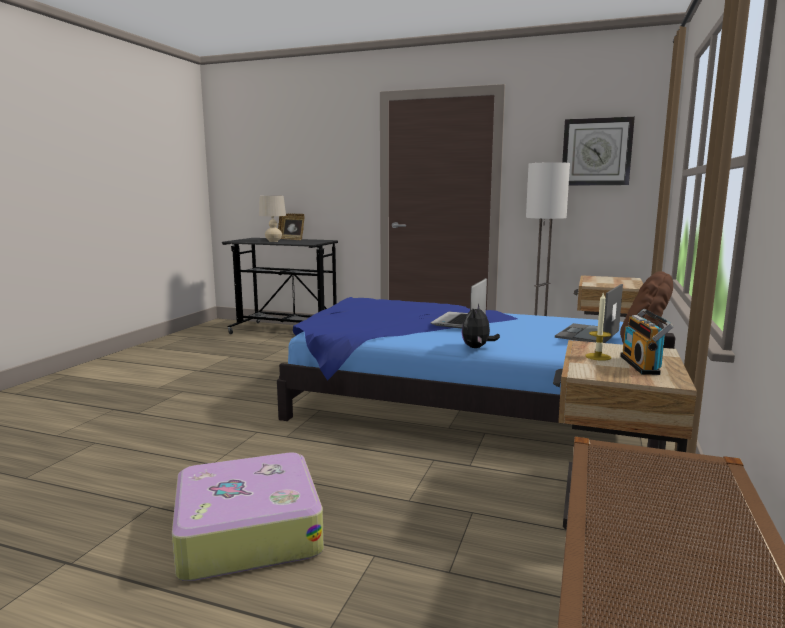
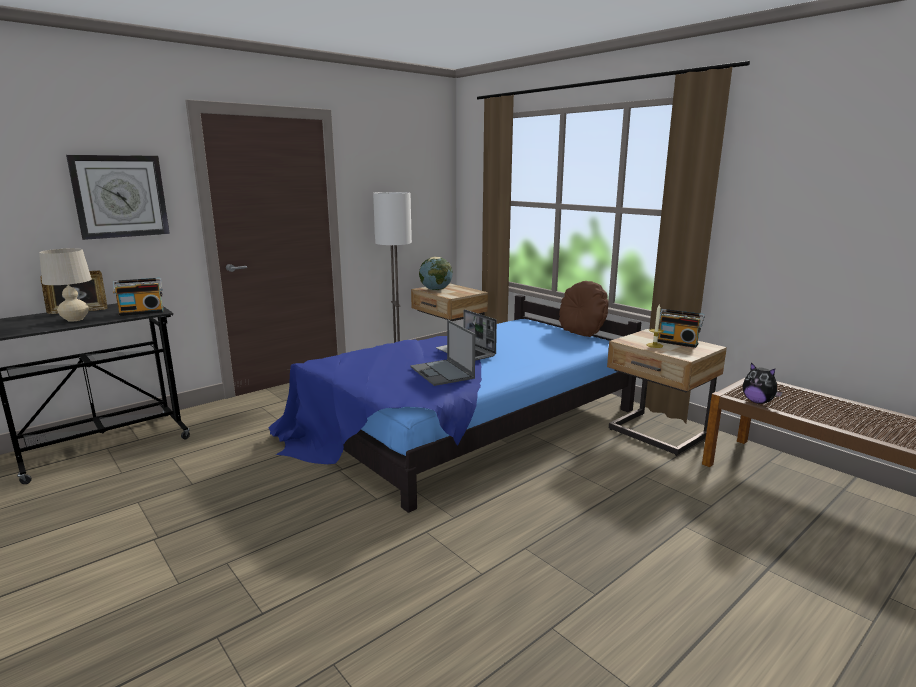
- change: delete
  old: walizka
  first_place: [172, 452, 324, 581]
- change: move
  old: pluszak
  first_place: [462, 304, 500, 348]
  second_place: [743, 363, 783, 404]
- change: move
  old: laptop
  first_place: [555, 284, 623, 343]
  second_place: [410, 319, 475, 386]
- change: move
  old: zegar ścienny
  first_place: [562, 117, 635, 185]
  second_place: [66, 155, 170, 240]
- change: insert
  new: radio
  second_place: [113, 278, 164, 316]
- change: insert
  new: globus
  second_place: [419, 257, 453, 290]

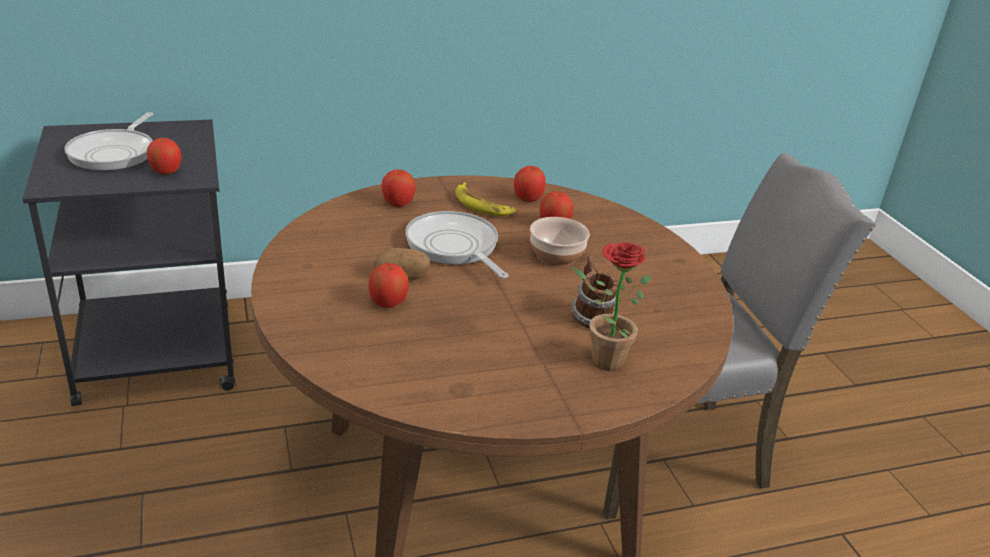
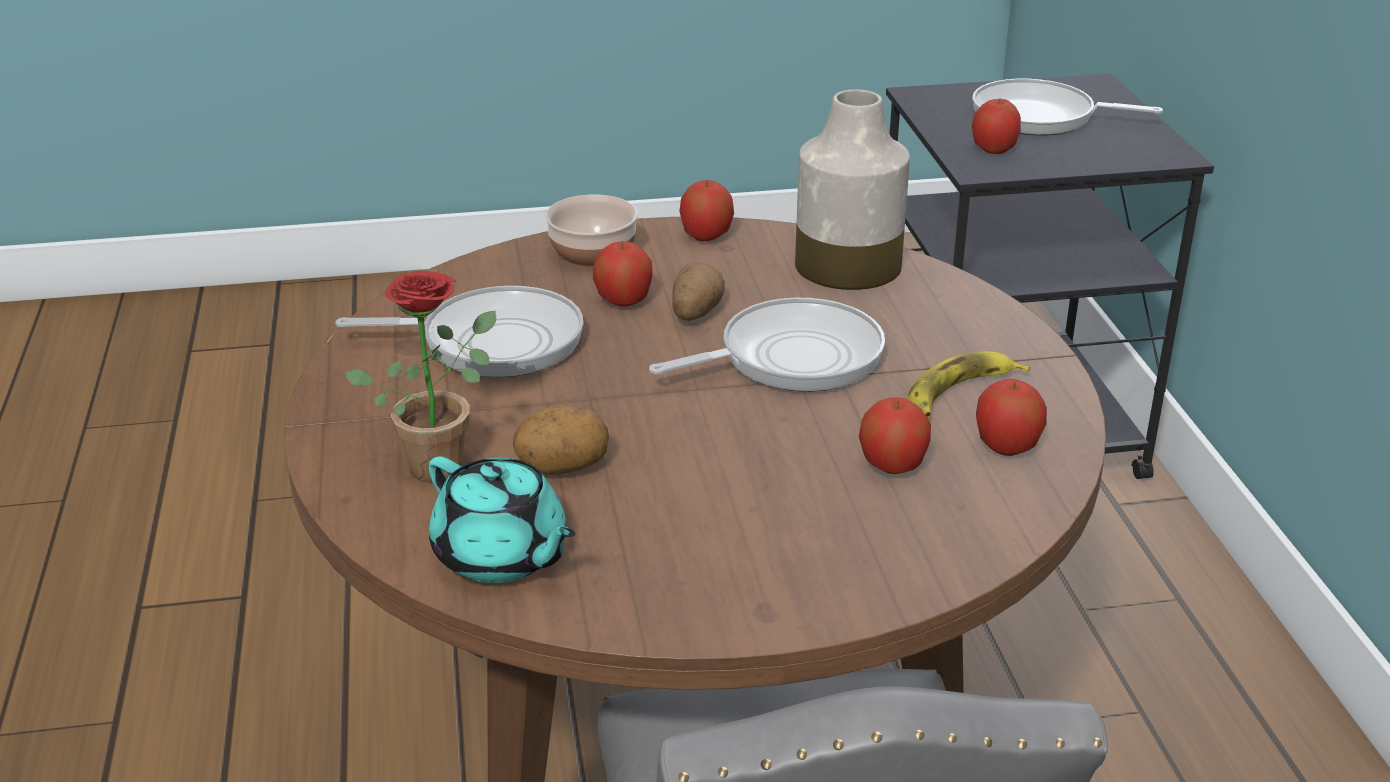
- change: move
  old: jabłko
  first_place: [381, 170, 416, 207]
  second_place: [679, 180, 734, 241]
- change: move
  old: miska
  first_place: [530, 217, 590, 267]
  second_place: [545, 195, 638, 269]
- change: replace
  old: kubek
  new: ziemniak
  first_place: [572, 256, 618, 328]
  second_place: [513, 405, 609, 475]
- change: insert
  new: patelnia
  second_place: [335, 286, 584, 378]
- change: insert
  new: imbryk [turkusowy]
  second_place: [429, 456, 576, 583]
- change: insert
  new: wazon [beżowy]
  second_place: [795, 89, 910, 290]

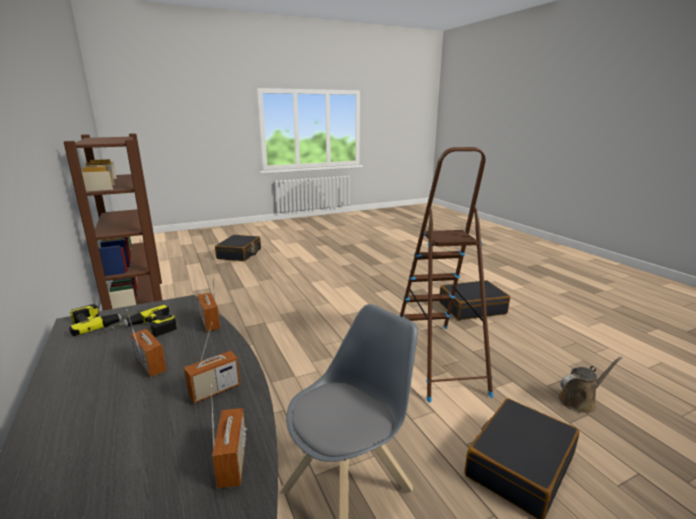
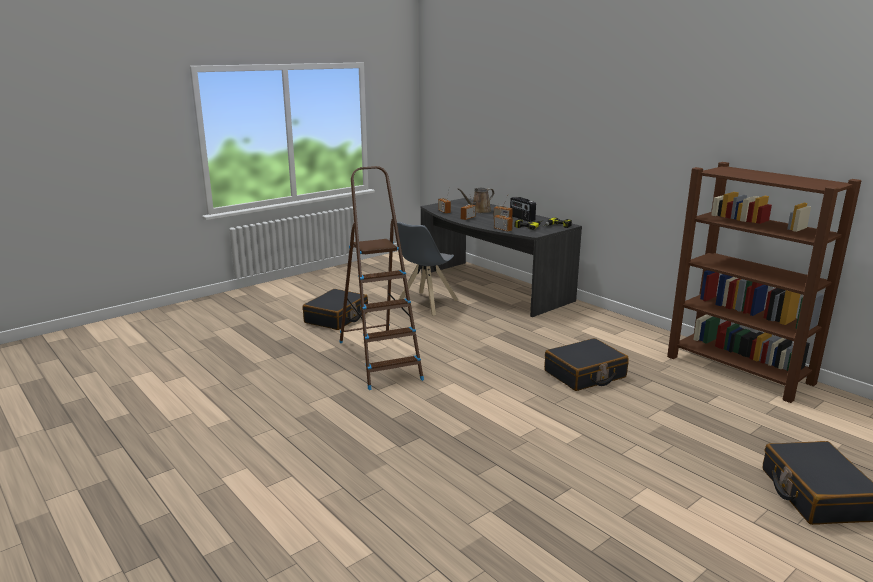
- change: move
  old: walizka [czarny]
  first_place: [439, 280, 510, 320]
  second_place: [544, 338, 628, 391]
- change: move
  old: konewka [brązowy]
  first_place: [558, 357, 622, 413]
  second_place: [458, 188, 494, 213]
- change: insert
  new: radio
  second_place: [510, 197, 536, 222]

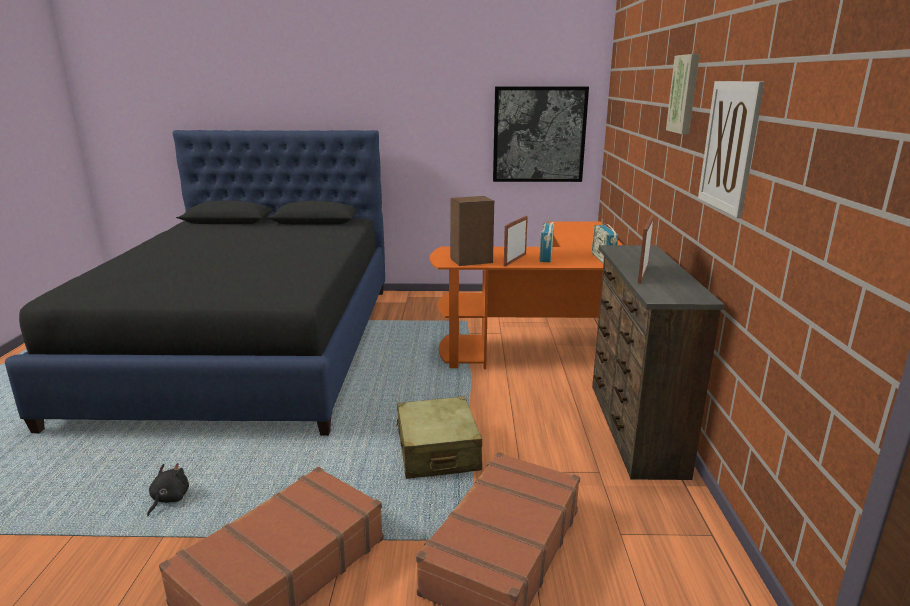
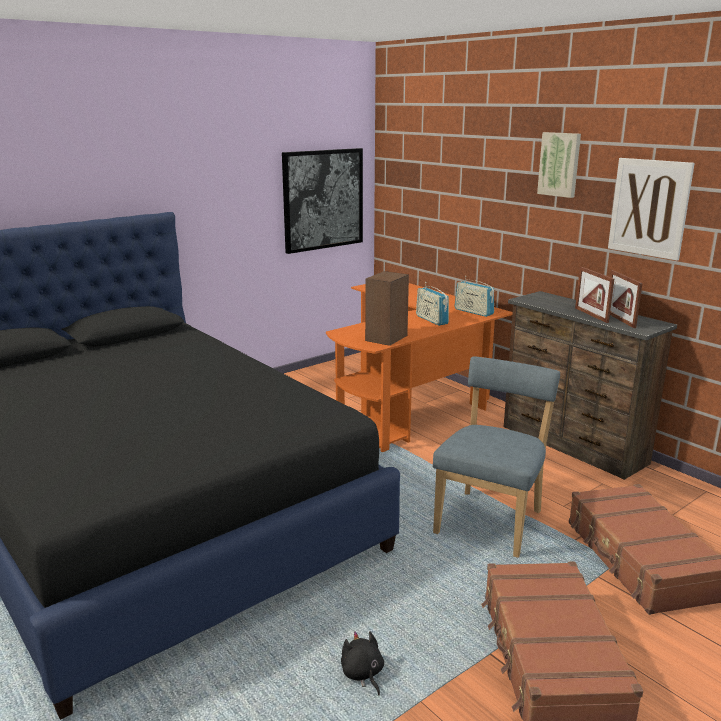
- change: replace
  old: walizka [beżowy]
  new: krzesło [niebieski]
  first_place: [396, 396, 482, 479]
  second_place: [433, 356, 560, 558]
- change: move
  old: ramka na zdjęcie
  first_place: [504, 216, 528, 267]
  second_place: [610, 270, 643, 328]

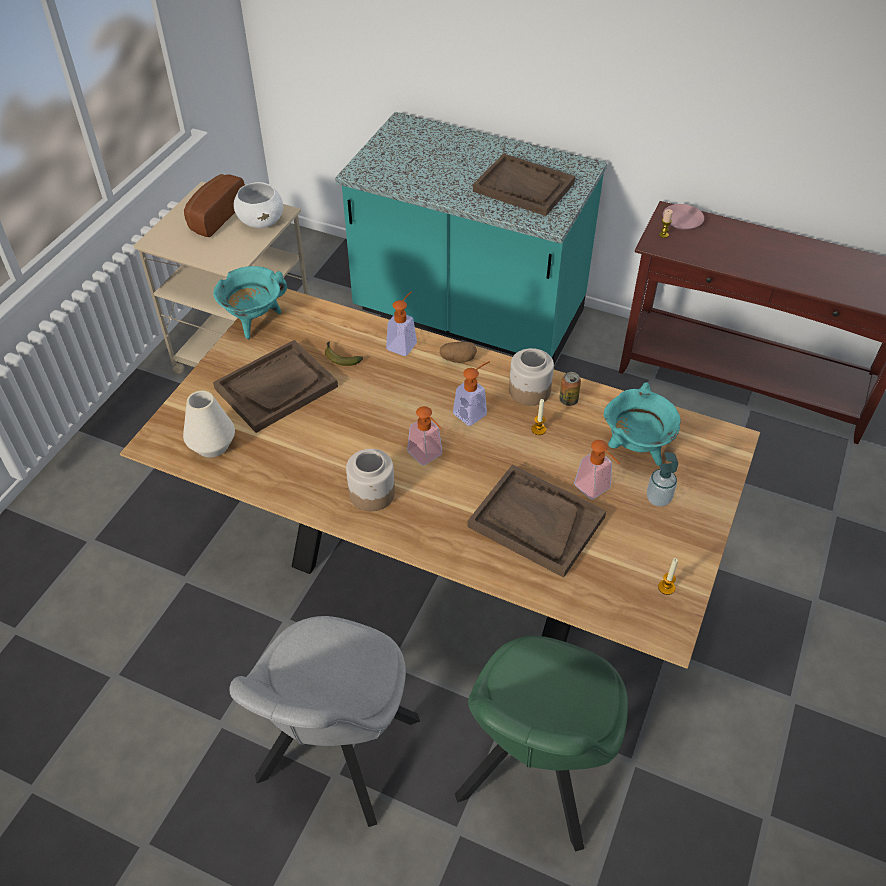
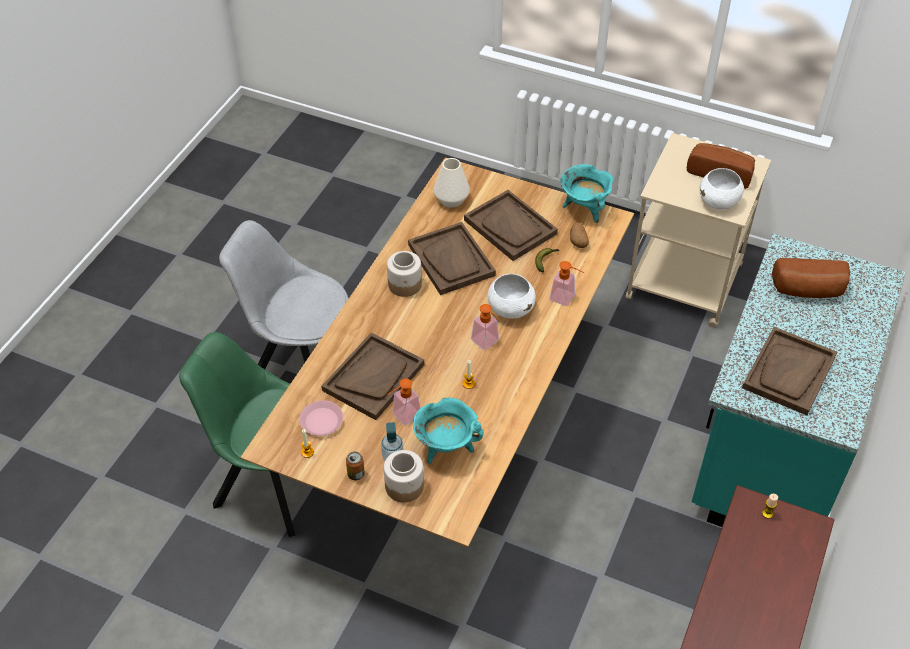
- change: delete
  old: dozownik mydła
  first_place: [407, 406, 443, 465]
- change: move
  old: ziemniak
  first_place: [439, 342, 477, 363]
  second_place: [570, 222, 589, 248]
- change: move
  old: słoik
  first_place: [509, 348, 554, 406]
  second_place: [384, 450, 424, 503]
- change: move
  old: puszka
  first_place: [559, 372, 581, 406]
  second_place: [346, 451, 365, 480]
- change: move
  old: talerz [różowy]
  first_place: [663, 204, 704, 230]
  second_place: [299, 400, 343, 436]
- change: insert
  new: taca [brązowy]
  second_place: [408, 222, 496, 295]
- change: insert
  new: miska [biały]
  second_place: [488, 274, 536, 319]
- change: insert
  new: chleb
  second_place: [772, 258, 850, 298]

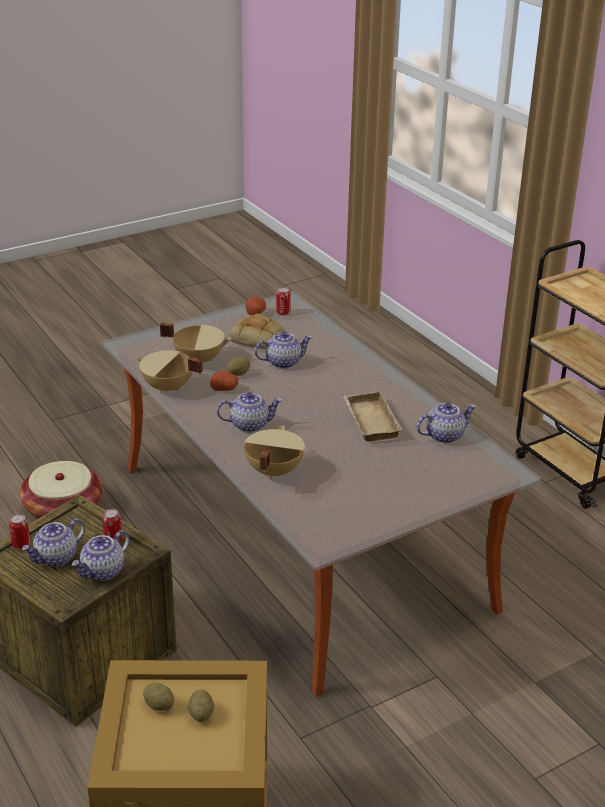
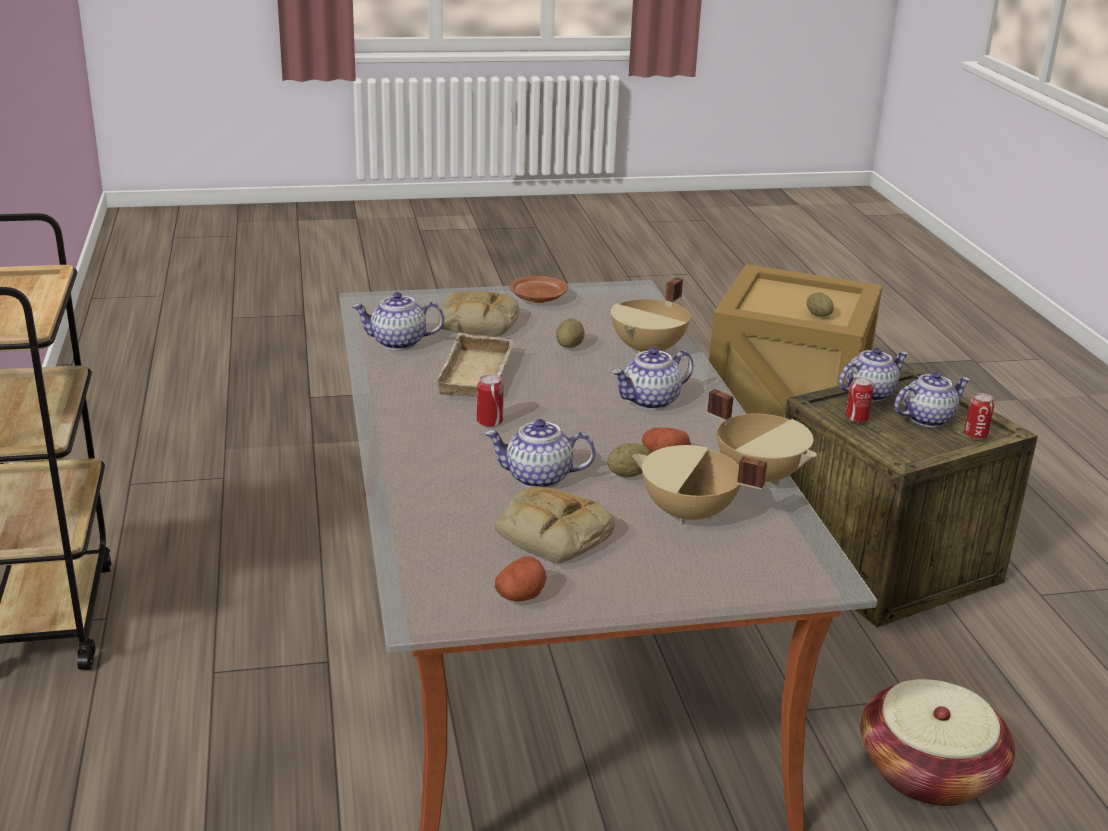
- change: move
  old: ziemniak
  first_place: [188, 689, 214, 722]
  second_place: [556, 319, 585, 348]
- change: rotate
  old: imbryk
  first_place: [217, 392, 282, 432]
  second_place: [612, 348, 693, 410]
  degrees: -45
- change: move
  old: puszka
  first_place: [276, 287, 291, 315]
  second_place: [477, 374, 504, 427]
- change: insert
  new: chleb
  second_place: [438, 291, 519, 336]
- change: insert
  new: talerz [brązowy]
  second_place: [509, 276, 568, 303]

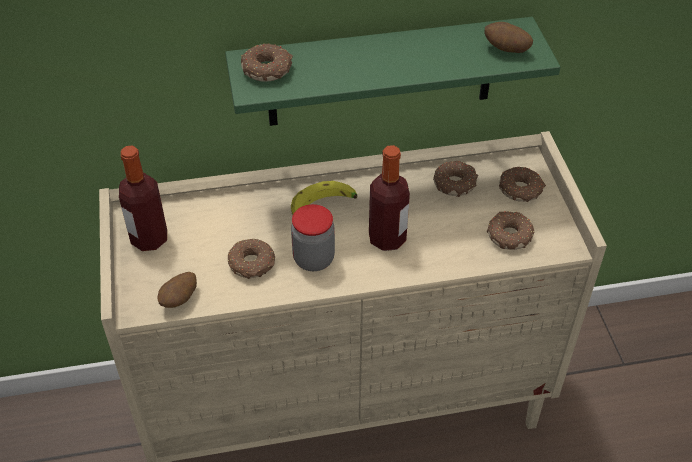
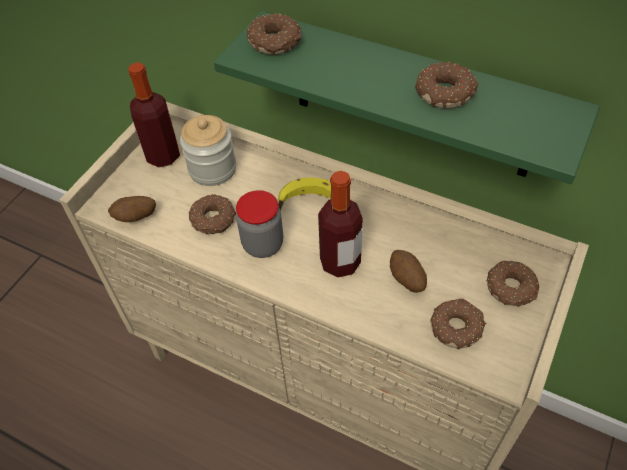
- change: move
  old: donut
  first_place: [433, 161, 478, 197]
  second_place: [415, 62, 478, 108]
- change: move
  old: ziemniak
  first_place: [484, 22, 533, 53]
  second_place: [390, 250, 427, 293]
- change: insert
  new: słoik
  second_place: [180, 115, 236, 186]

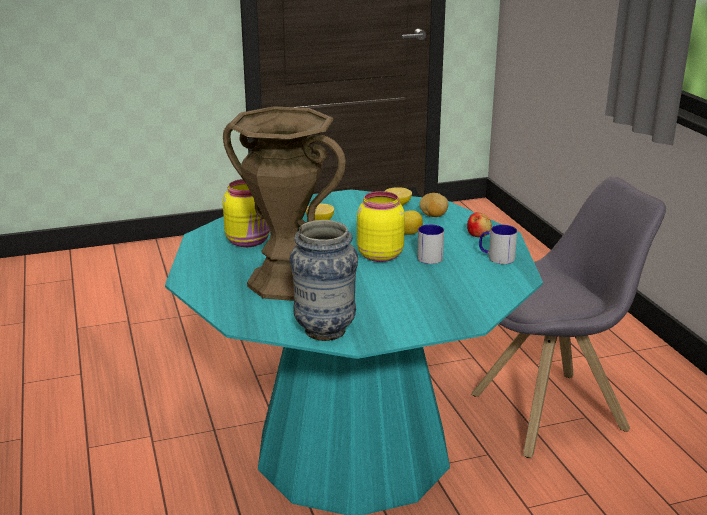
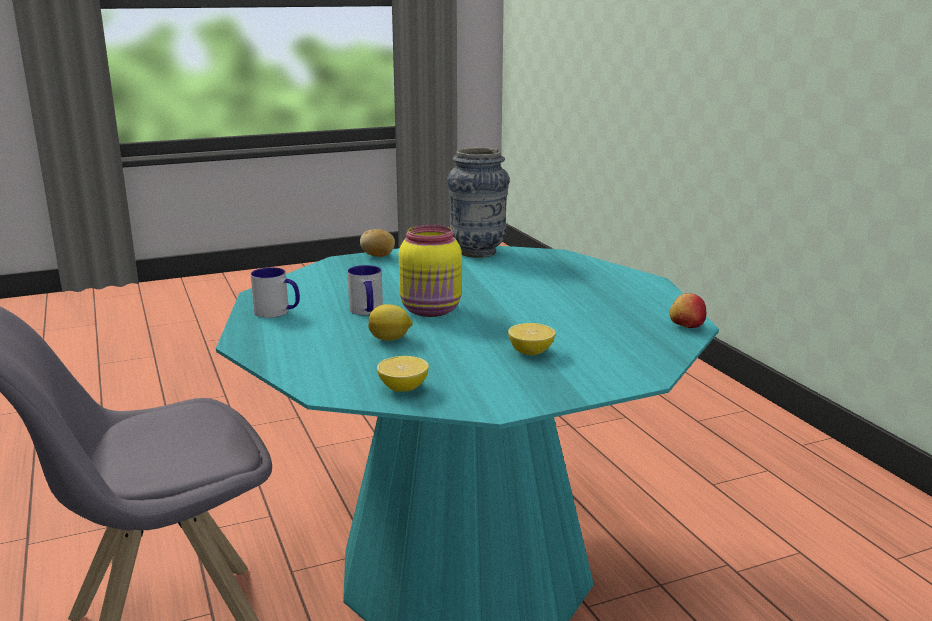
- change: delete
  old: wazon [brązowy]
  first_place: [223, 106, 346, 301]
- change: delete
  old: słoik [żółty]
  first_place: [223, 179, 270, 247]
- change: move
  old: ziemniak
  first_place: [419, 193, 449, 217]
  second_place: [360, 229, 395, 257]
- change: move
  old: jabłko
  first_place: [467, 212, 492, 237]
  second_place: [669, 293, 706, 328]

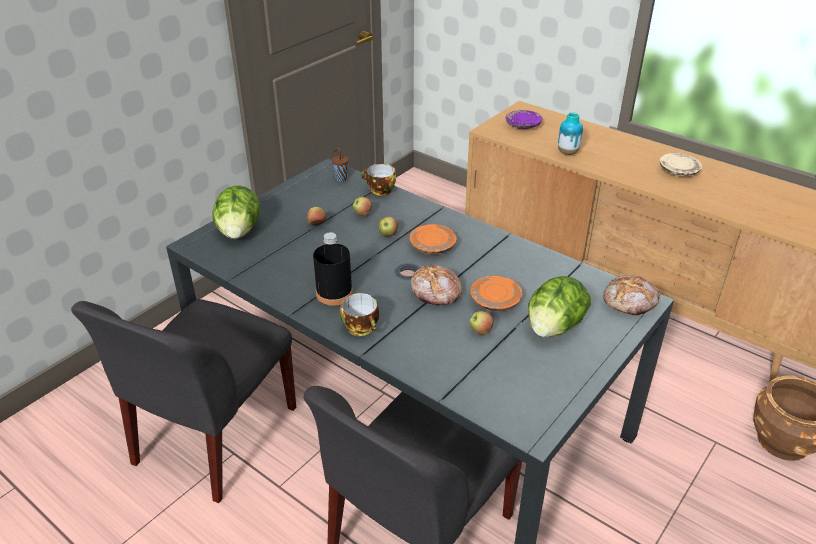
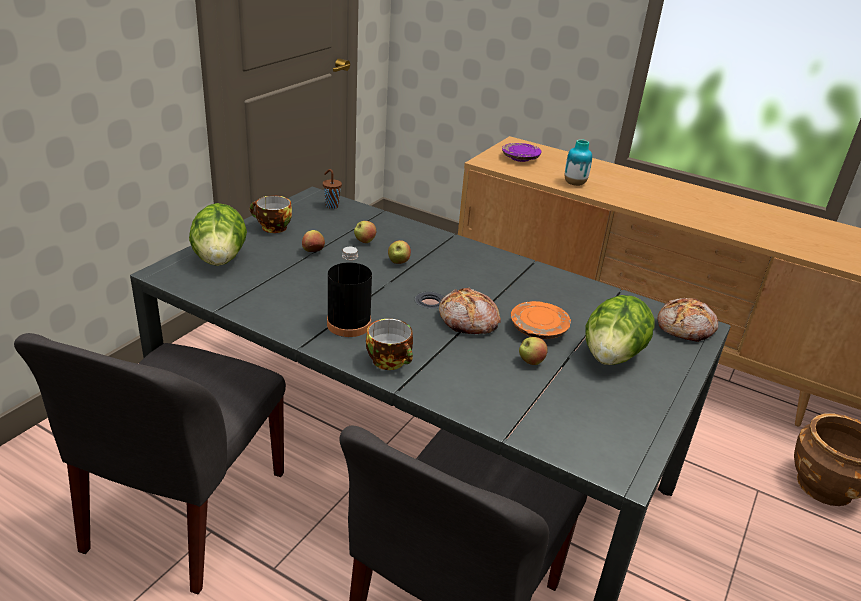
- change: move
  old: filiżanka
  first_place: [361, 164, 396, 196]
  second_place: [250, 196, 292, 233]
- change: delete
  old: talerz [pomarańczowy]
  first_place: [410, 224, 457, 254]
- change: delete
  old: talerz [beżowy]
  first_place: [660, 153, 702, 176]

